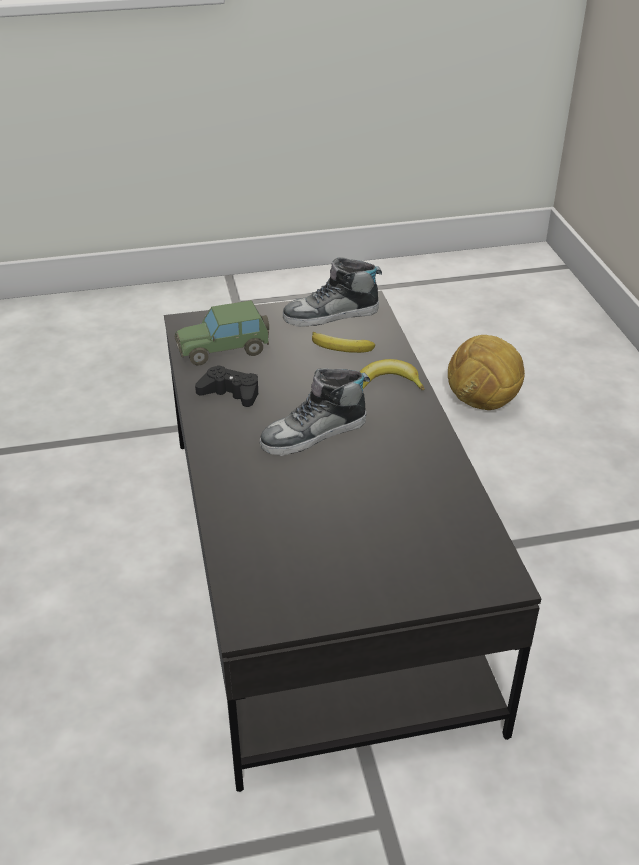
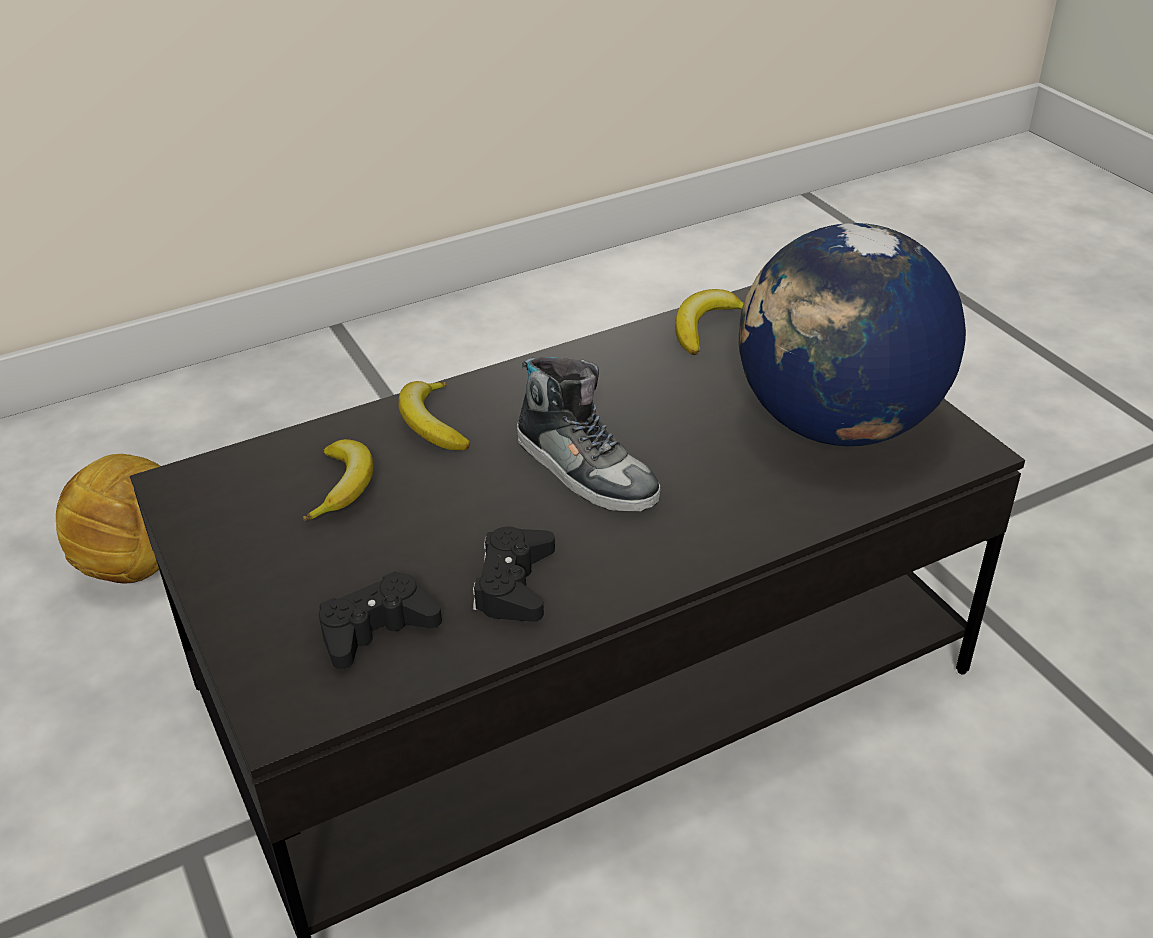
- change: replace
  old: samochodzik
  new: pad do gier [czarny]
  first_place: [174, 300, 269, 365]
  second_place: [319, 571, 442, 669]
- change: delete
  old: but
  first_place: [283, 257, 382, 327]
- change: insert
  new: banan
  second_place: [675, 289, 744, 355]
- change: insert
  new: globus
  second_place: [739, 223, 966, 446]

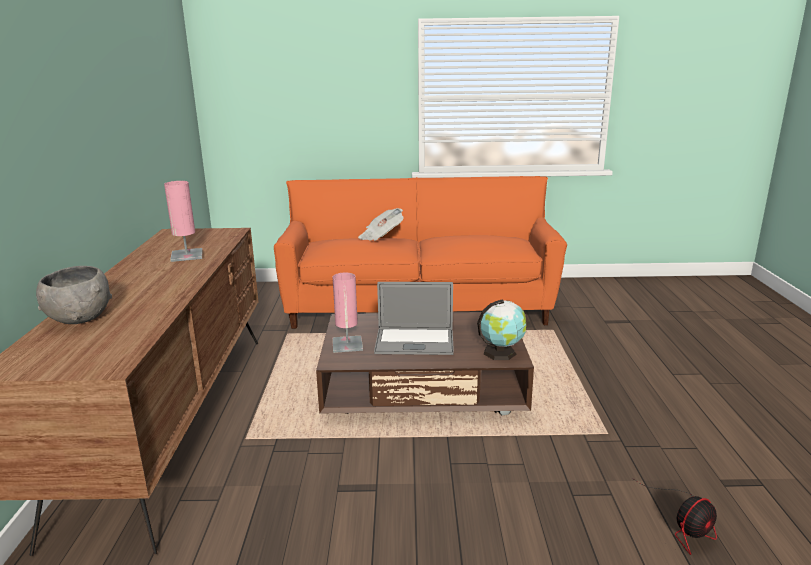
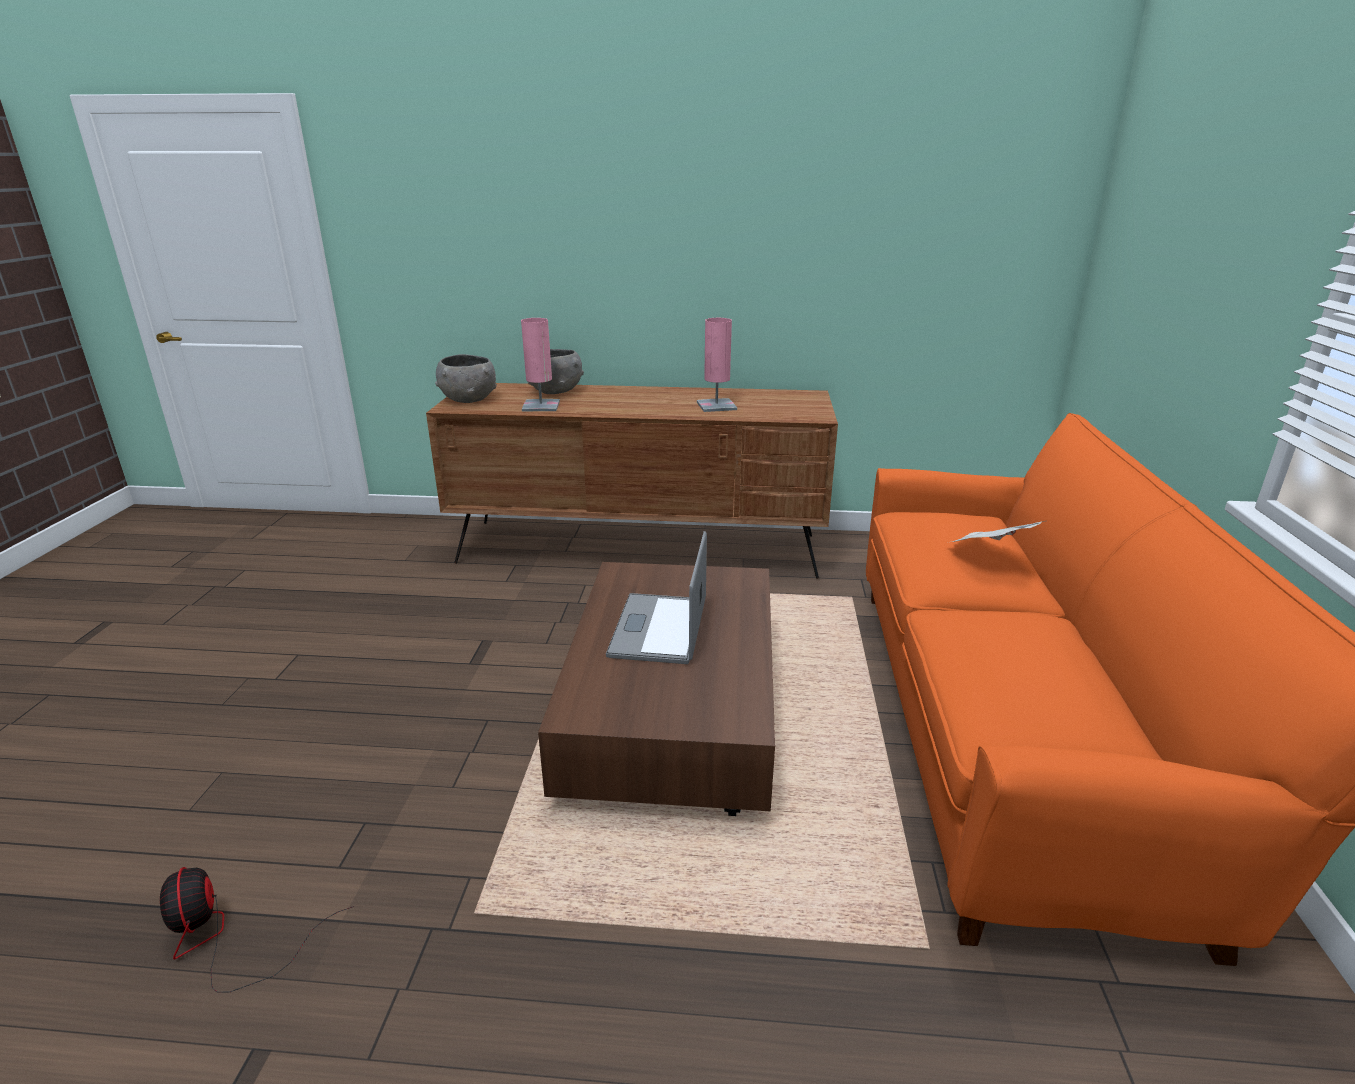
- change: move
  old: lampa stołowa [różowy]
  first_place: [333, 273, 363, 353]
  second_place: [521, 318, 560, 411]
- change: delete
  old: globus
  first_place: [477, 300, 526, 360]
- change: insert
  new: miska [szary]
  second_place: [435, 354, 497, 403]

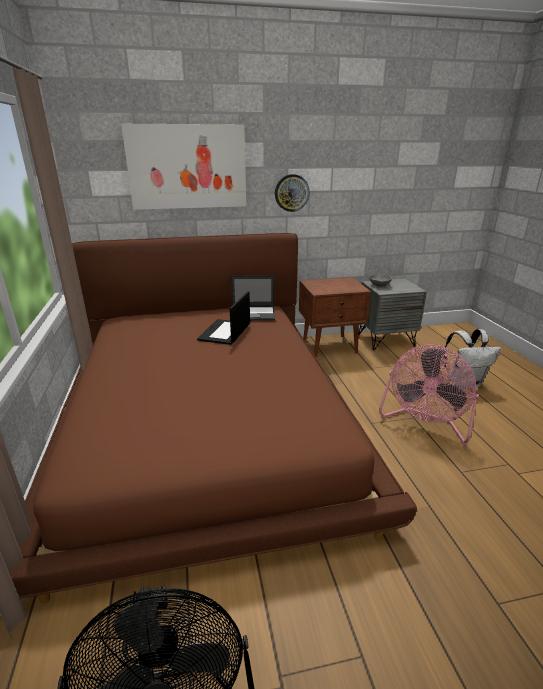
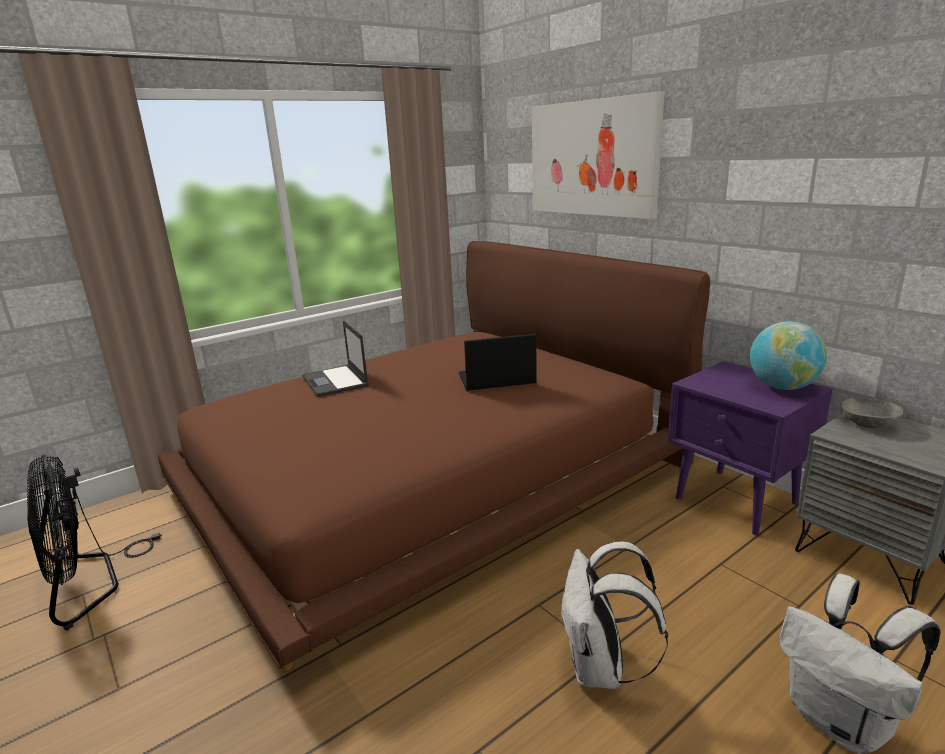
- change: move
  old: laptop
  first_place: [231, 275, 275, 321]
  second_place: [302, 320, 369, 397]
- change: delete
  old: zegar ścienny
  first_place: [275, 174, 310, 212]
- change: recolor
  old: szafka nocna [brązowy]
  new: szafka nocna [fioletowy]
  first_place: [299, 277, 371, 358]
  second_place: [668, 361, 832, 536]
- change: replace
  old: wentylator [różowy]
  new: plecak [biały]
  first_place: [379, 345, 479, 445]
  second_place: [560, 541, 668, 689]
- change: insert
  new: globus
  second_place: [750, 321, 827, 390]

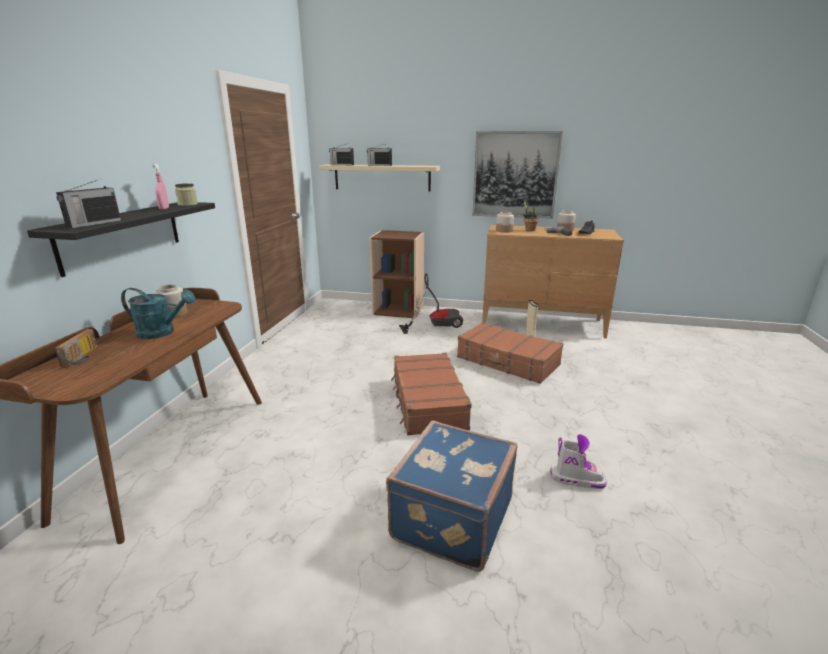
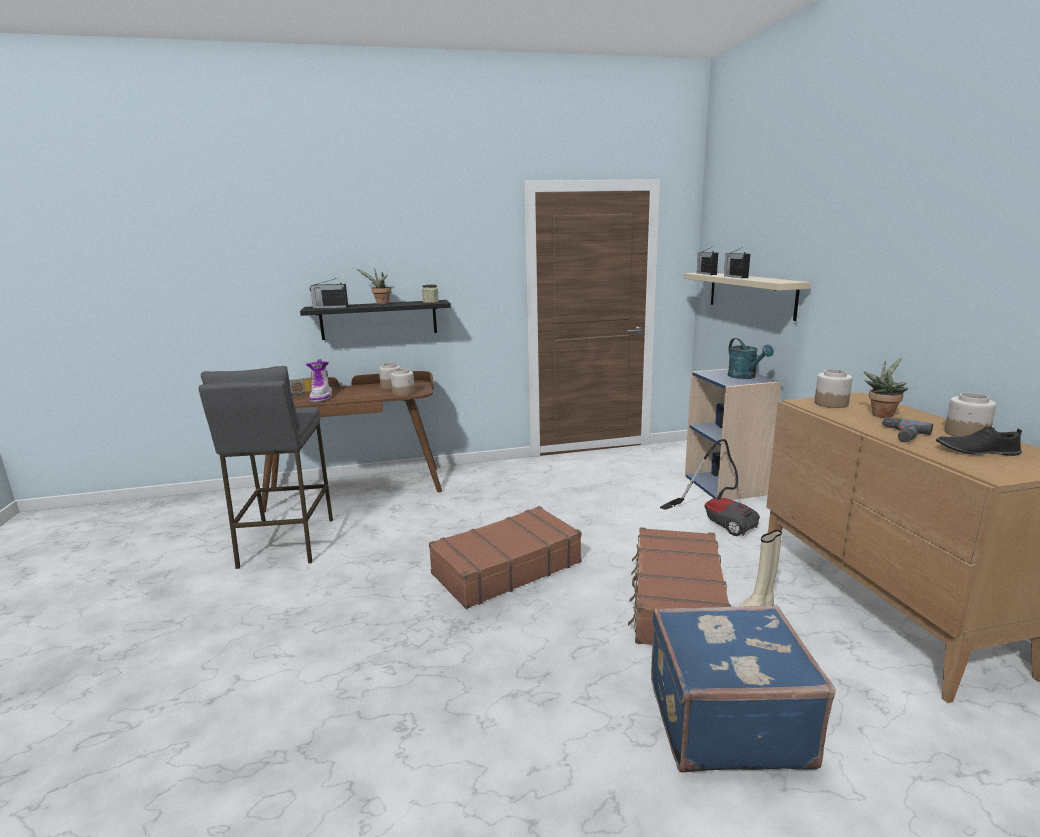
- change: move
  old: konewka [turkusowy]
  first_place: [121, 288, 196, 339]
  second_place: [728, 338, 774, 379]
- change: delete
  old: spryskiwacz [różowy]
  first_place: [152, 163, 169, 209]
- change: recolor
  old: regał [brązowy]
  new: regał [niebieski]
  first_place: [369, 230, 424, 319]
  second_place: [685, 369, 781, 500]
- change: move
  old: walizka [niebieski]
  first_place: [386, 420, 518, 572]
  second_place: [651, 605, 836, 773]
- change: delete
  old: obraz
  first_place: [472, 131, 563, 219]
- change: move
  old: but z cholewką
  first_place: [550, 434, 607, 489]
  second_place: [306, 359, 332, 402]
- change: insert
  new: stołek [szary]
  second_place: [199, 366, 333, 569]
- change: insert
  new: roślina doniczkowa
  second_place: [357, 268, 391, 304]
- change: insert
  new: słoik
  second_place: [391, 368, 415, 396]

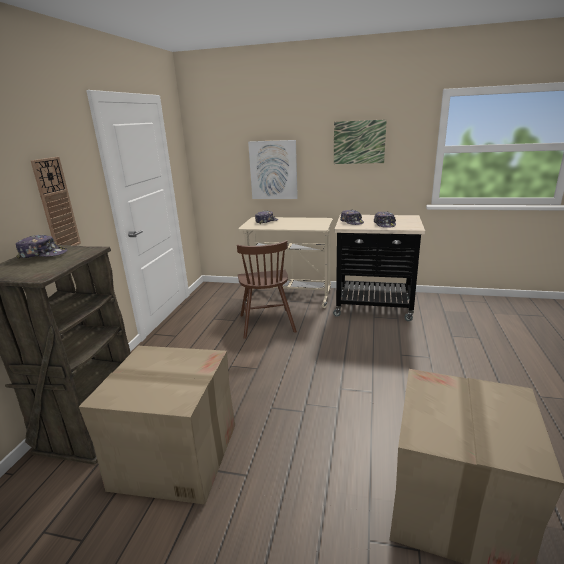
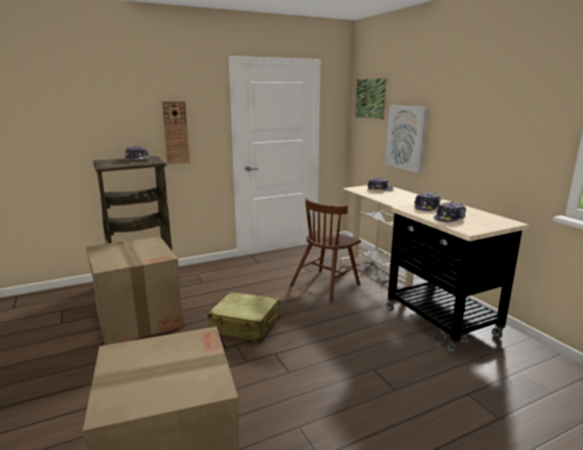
- change: move
  old: obraz
  first_place: [334, 119, 387, 164]
  second_place: [355, 78, 387, 119]
- change: insert
  new: walizka [beżowy]
  second_place: [208, 292, 280, 343]

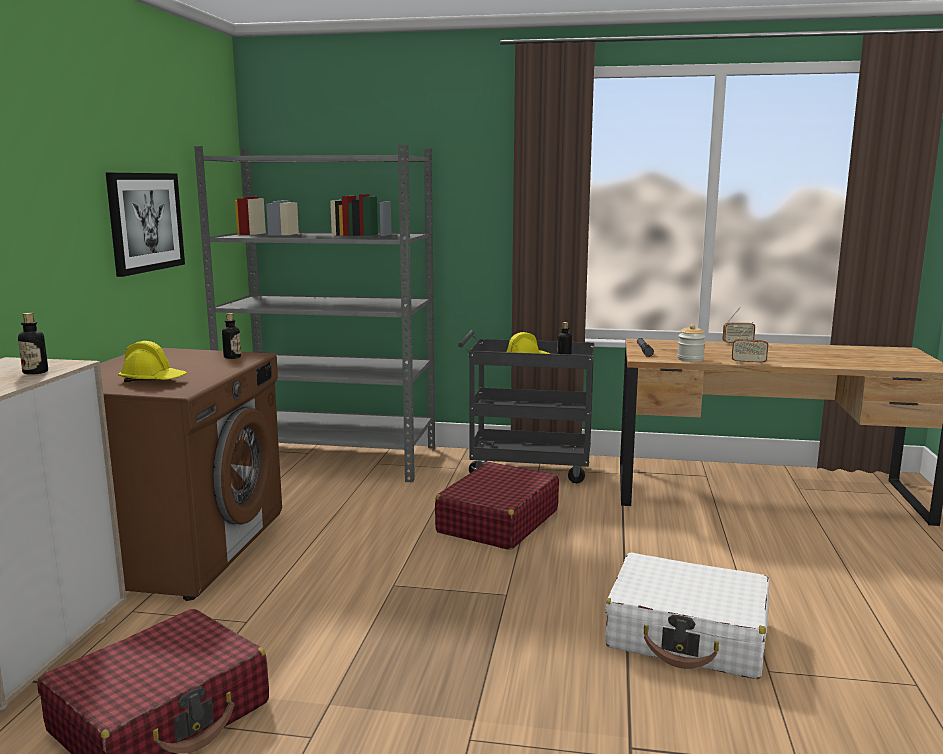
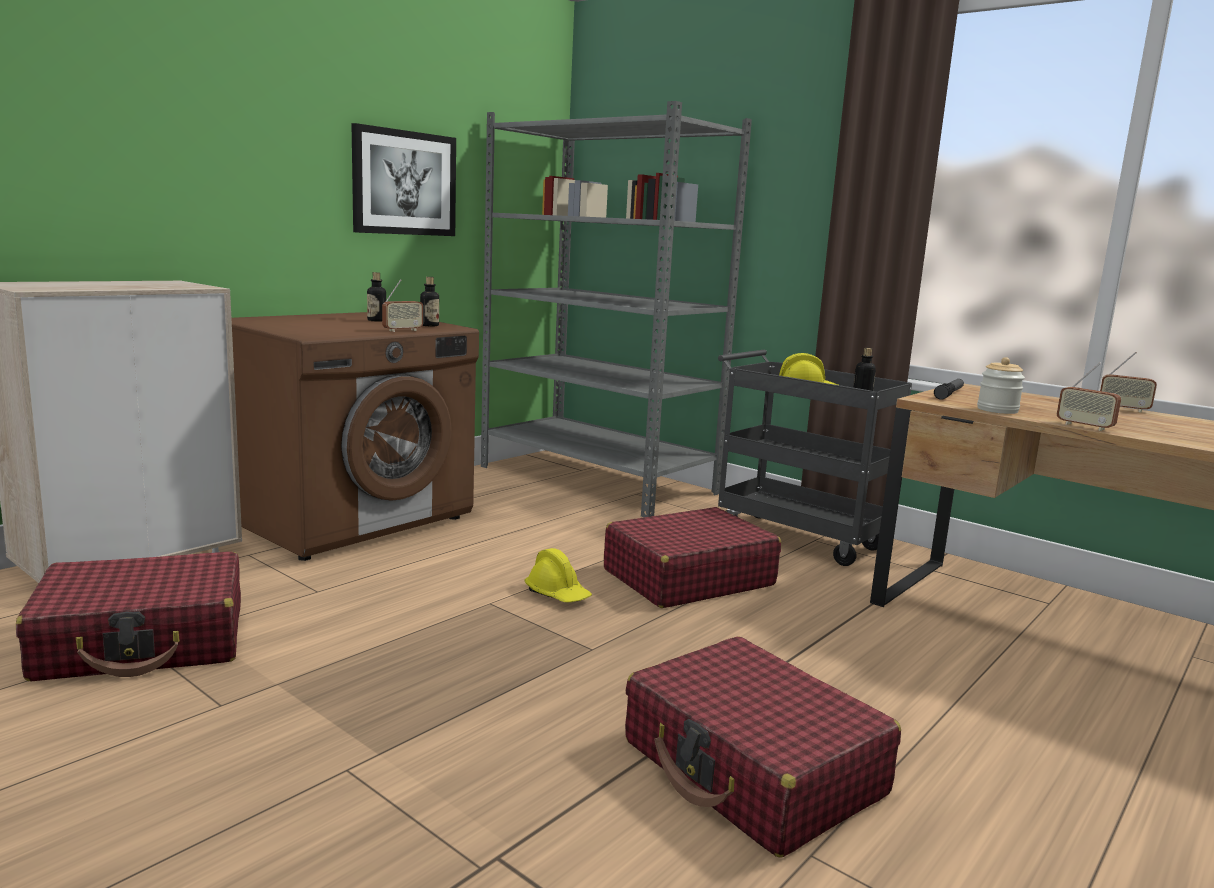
- change: move
  old: butelka
  first_place: [18, 313, 48, 375]
  second_place: [367, 272, 386, 322]
- change: move
  old: kask [żółty]
  first_place: [118, 341, 187, 382]
  second_place: [524, 548, 592, 602]
- change: recolor
  old: walizka [biały]
  new: walizka [czerwony]
  first_place: [605, 553, 769, 679]
  second_place: [625, 636, 901, 858]
- change: insert
  new: radio
  second_place: [382, 279, 423, 332]

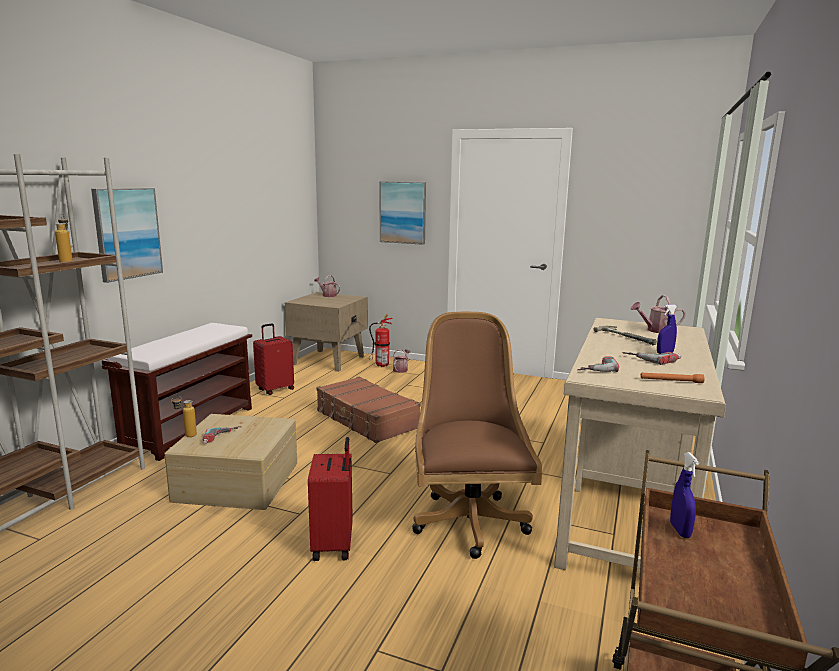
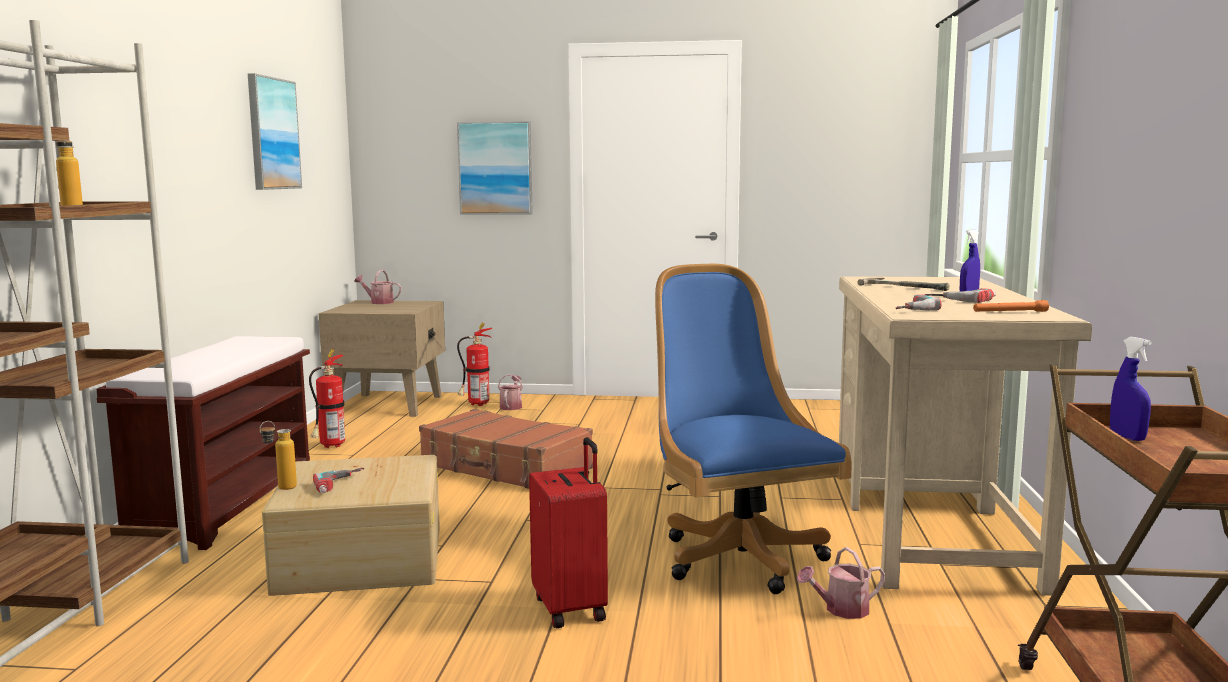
- change: move
  old: obraz
  first_place: [91, 188, 163, 283]
  second_place: [248, 73, 302, 190]
- change: replace
  old: walizka [czerwony]
  new: gaśnica
  first_place: [253, 323, 294, 395]
  second_place: [309, 349, 345, 448]
- change: recolor
  old: krzesło biurowe [brązowy]
  new: krzesło biurowe [niebieski]
  first_place: [412, 312, 542, 559]
  second_place: [655, 264, 851, 594]
- change: move
  old: konewka
  first_place: [631, 295, 686, 333]
  second_place: [797, 547, 885, 619]

